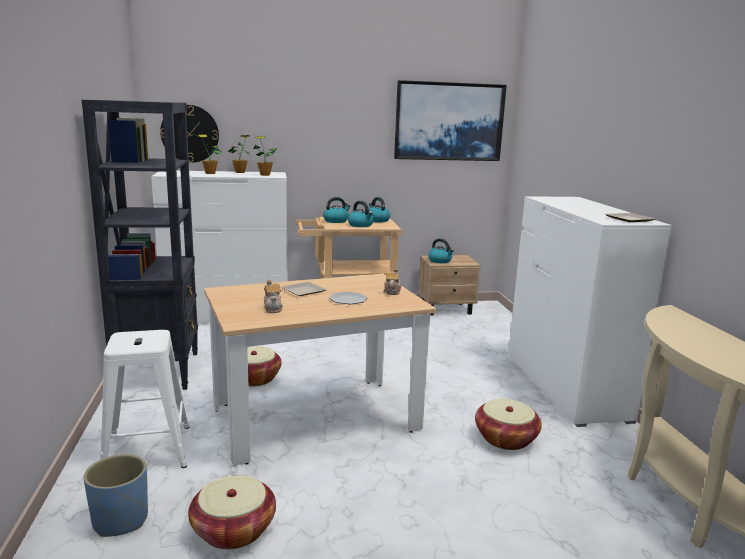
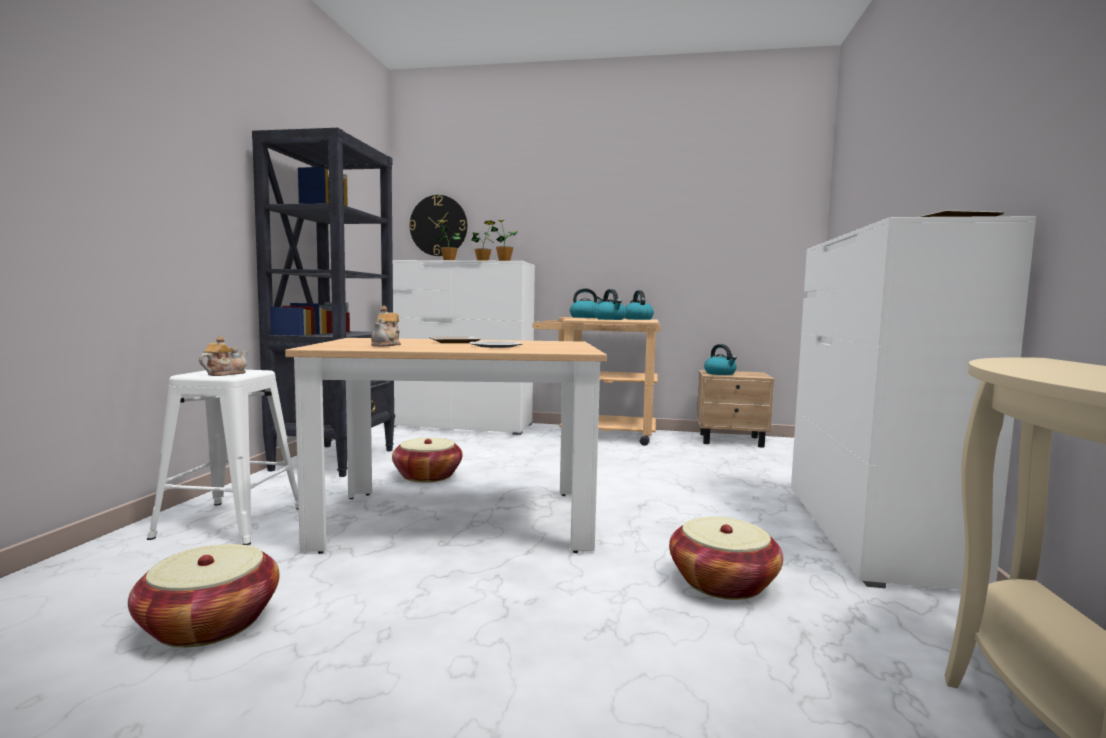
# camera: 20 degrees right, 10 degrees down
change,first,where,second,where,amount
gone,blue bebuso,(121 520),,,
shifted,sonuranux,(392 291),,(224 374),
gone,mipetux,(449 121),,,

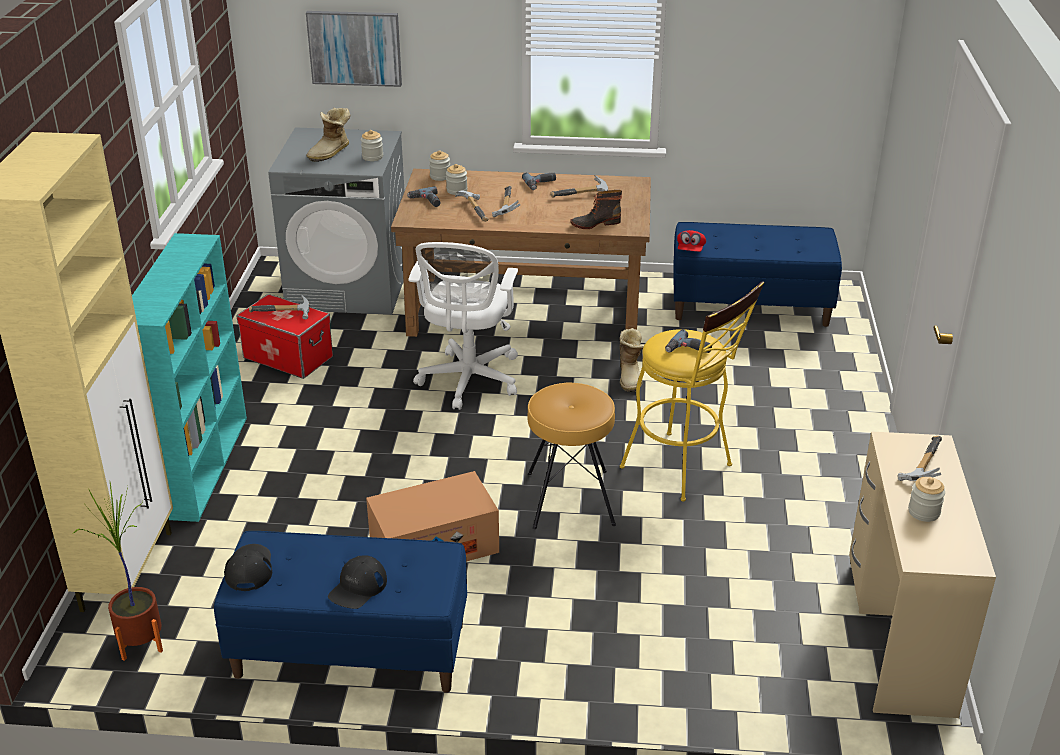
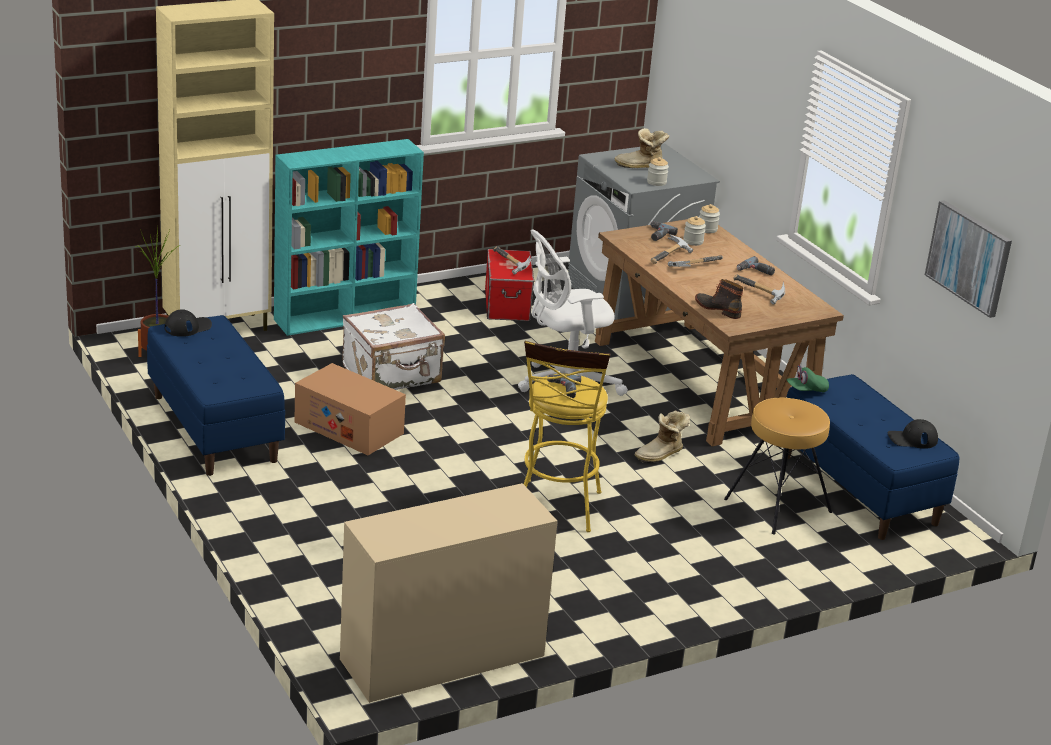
# camera: 55 degrees right, 5 degrees down
change,first,where,second,where,amount
shifted,mipetux,(355 48),,(969 257),
shifted,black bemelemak,(358 587),,(912 439),
shifted,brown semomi,(569 499),,(777 505),
repainted,red bemelemak,(690 250),green bemelemak,(806 390),
gone,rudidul,(921 466),,,
gone,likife,(923 512),,,
new,,,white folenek,(392 375),

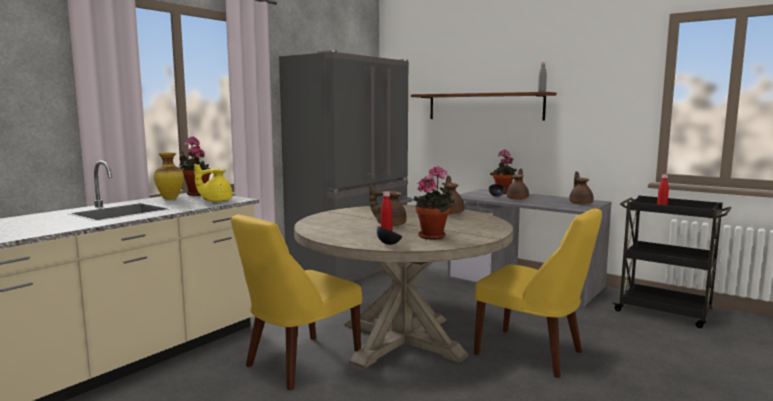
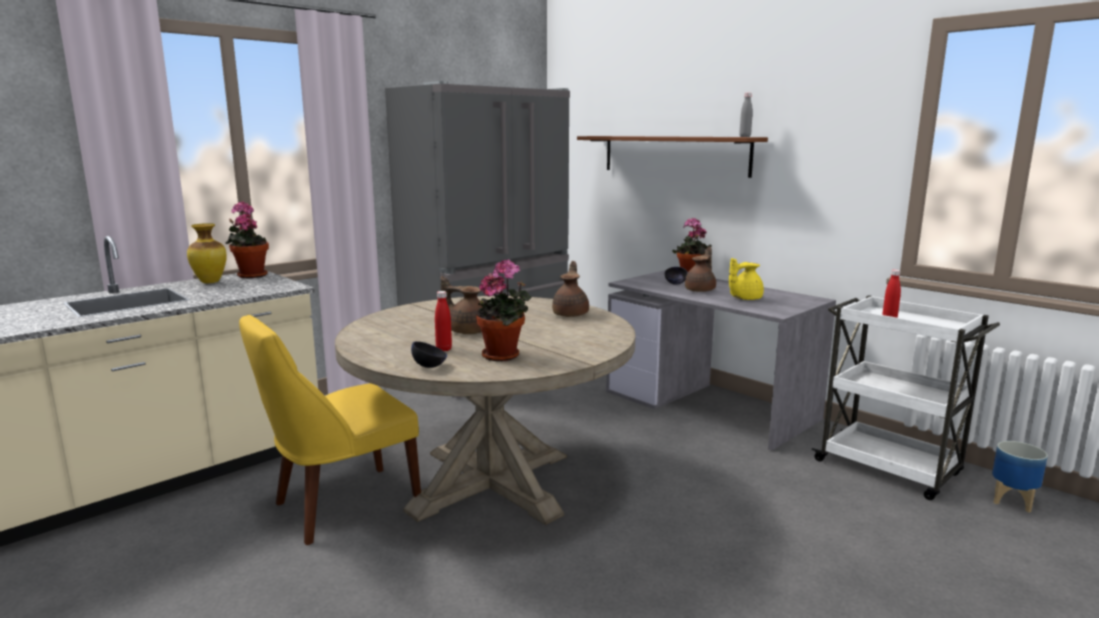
# camera: 10 degrees right, 5 degrees up
change,first,where,second,where,amount
shifted,yellow sonuranux,(215 201),,(744 298),
gone,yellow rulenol,(533 354),,,
gone,brown sonuranux,(580 203),,,
repainted,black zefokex,(665 312),white zefokex,(889 469),
new,,,bebuso,(1013 501),

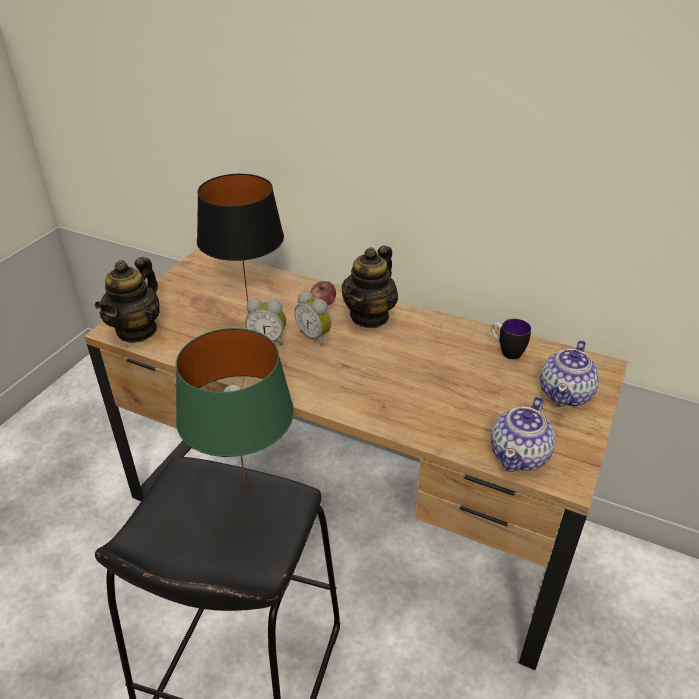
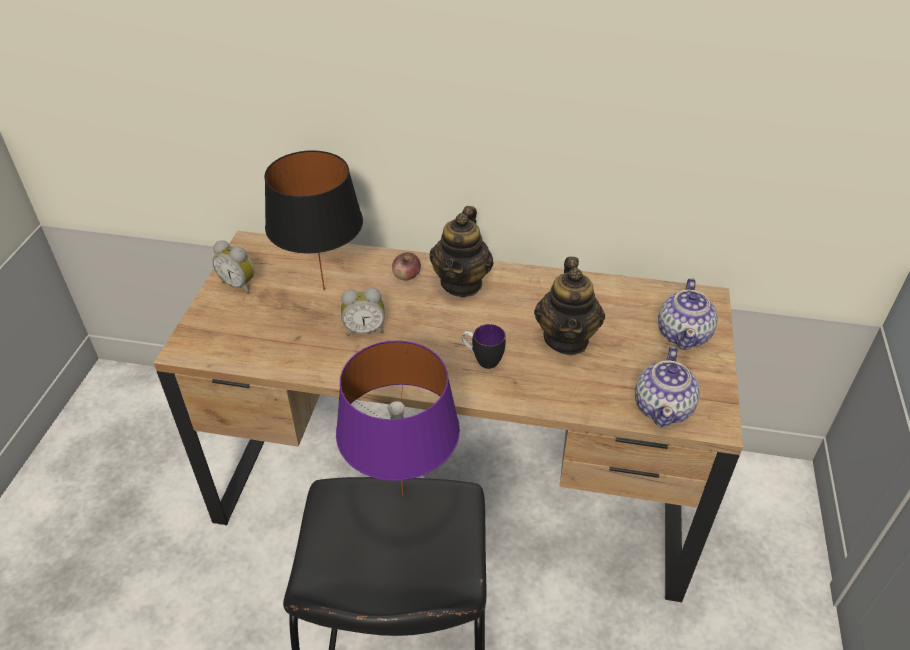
# camera: 15 degrees left, 5 degrees up
change,first,where,second,where,amount
shifted,sonuranux,(137 330),,(566 339),
repainted,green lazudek,(244 485),purple lazudek,(402 496),
shifted,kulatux,(315 336),,(239 284),
shifted,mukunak,(506 351),,(482 360),

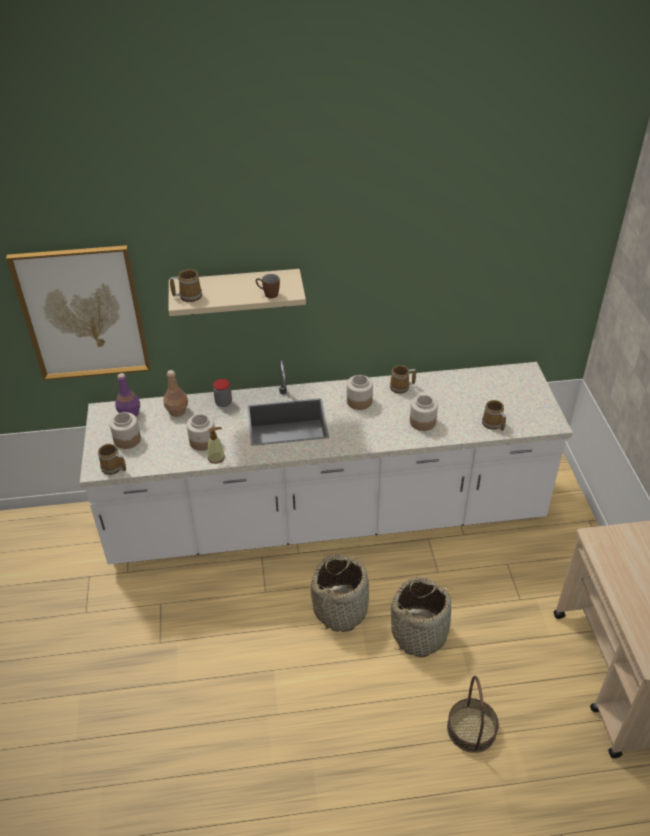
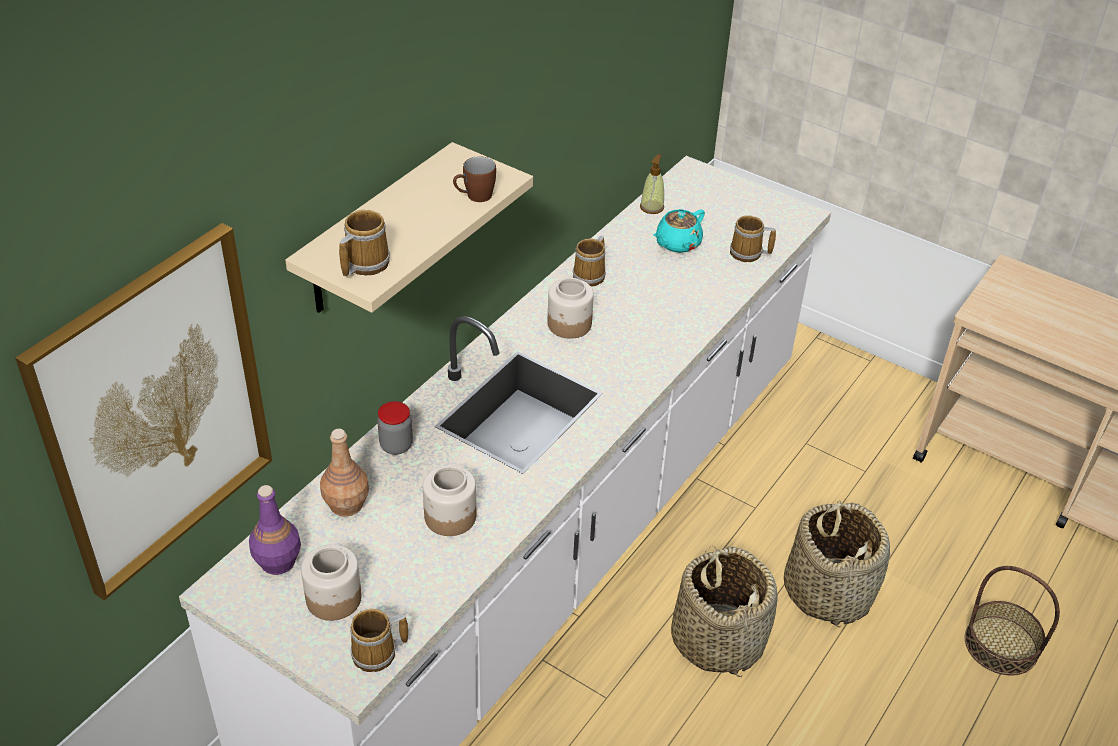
# camera: 50 degrees left, 0 degrees up
change,first,where,second,where,amount
shifted,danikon,(216 458),,(652 207),
gone,likife,(422 422),,,
new,,,turquoise sonuranux,(677 243),

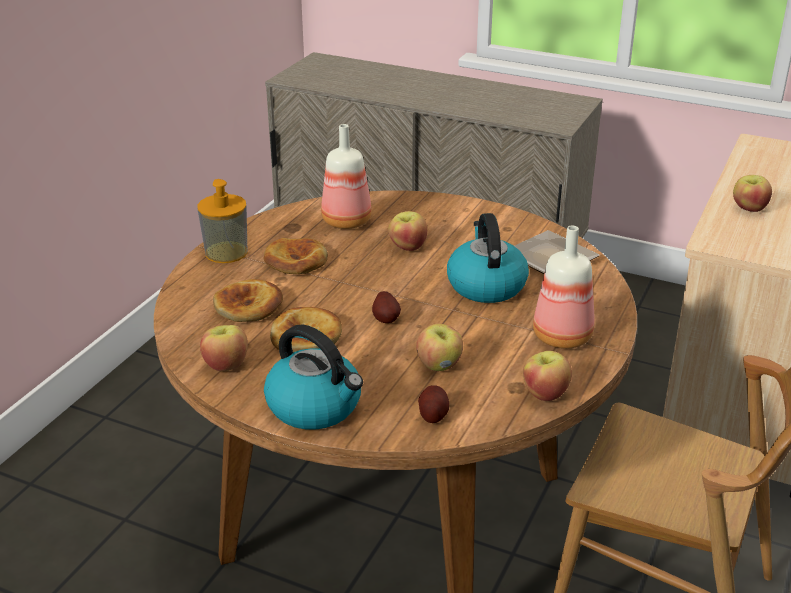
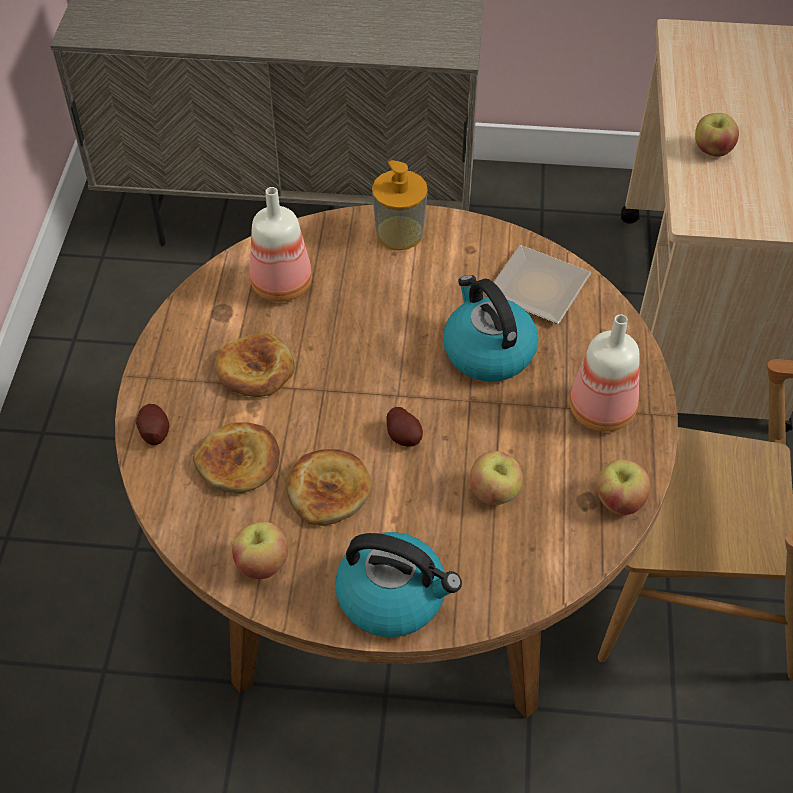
# camera: 20 degrees left, 20 degrees up
change,first,where,second,where,amount
shifted,danikon,(226 252),,(399 233),
gone,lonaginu,(407 247),,,
shifted,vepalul,(433 414),,(154 432),

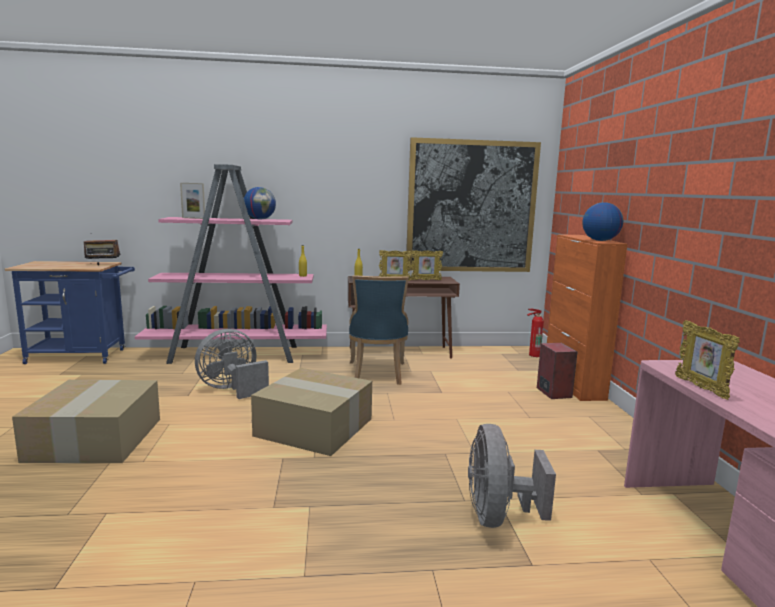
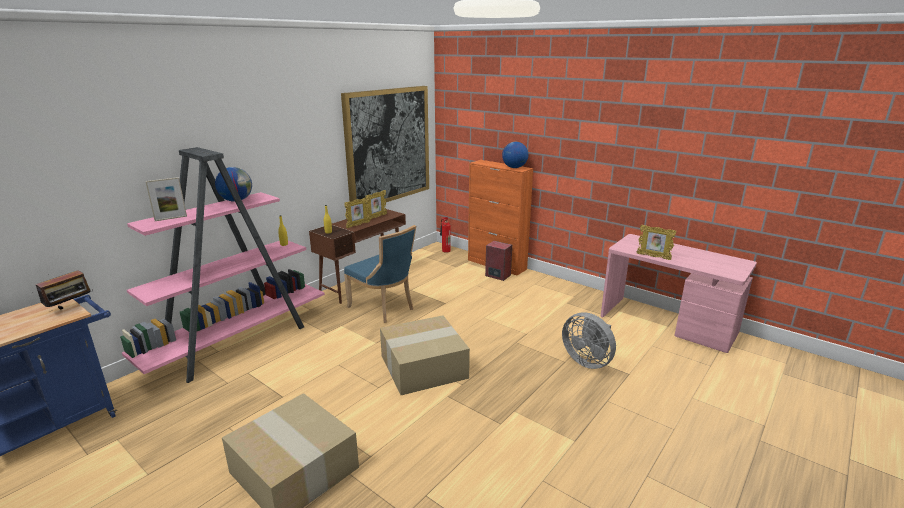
# camera: 45 degrees left, 10 degrees up
change,first,where,second,where,amount
gone,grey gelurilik,(232 389),,,

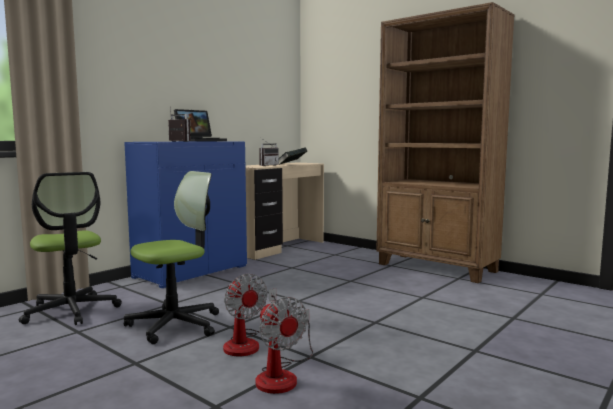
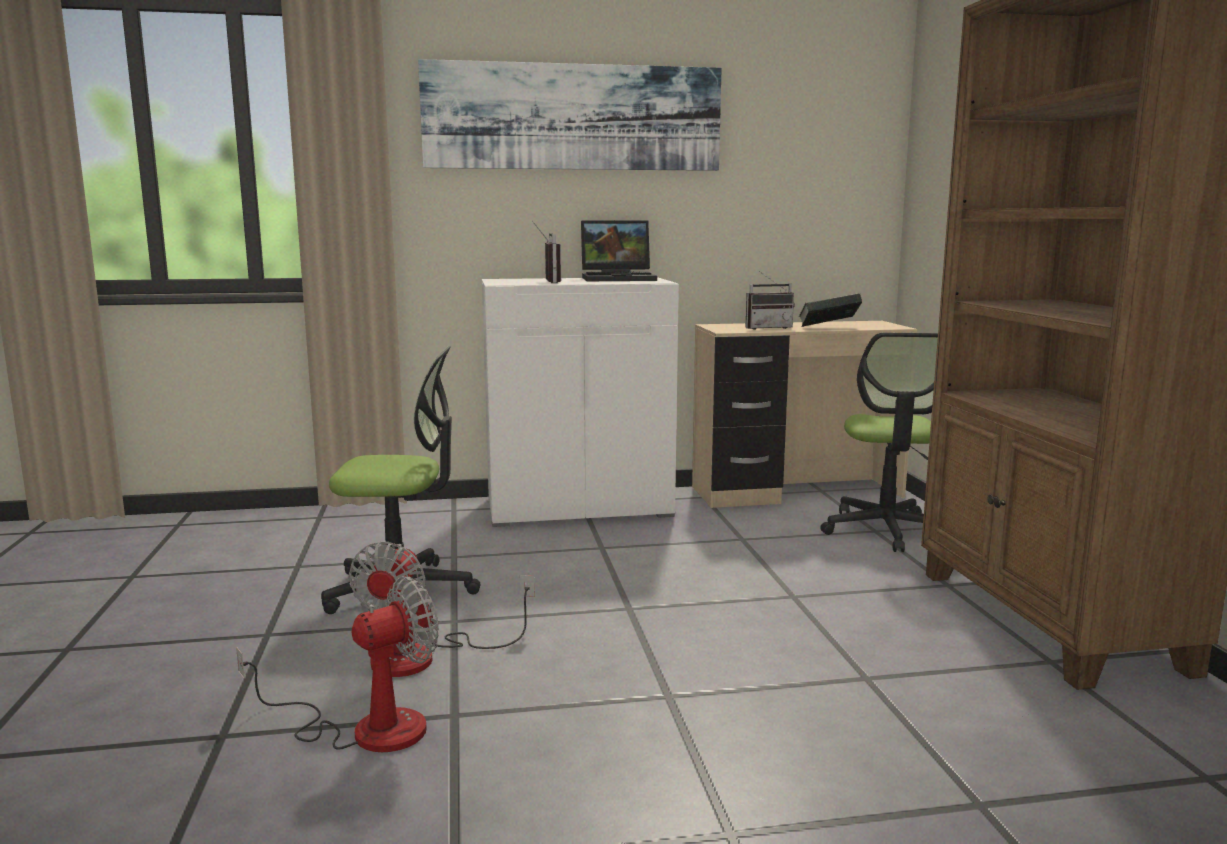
# camera: 40 degrees right, 5 degrees up
change,first,where,second,where,amount
shifted,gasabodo,(71 311),,(886 530),
repainted,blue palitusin,(191 271),white palitusin,(579 507),
rotated,gelurilik,(282 375),,(365 728),135 degrees counterclockwise
new,,,mipetux,(573 117),

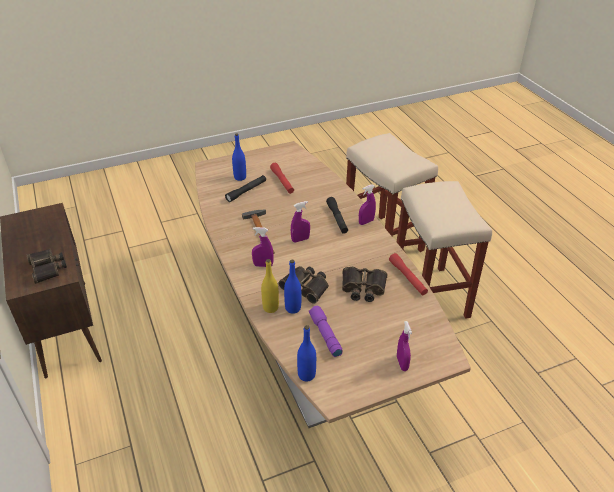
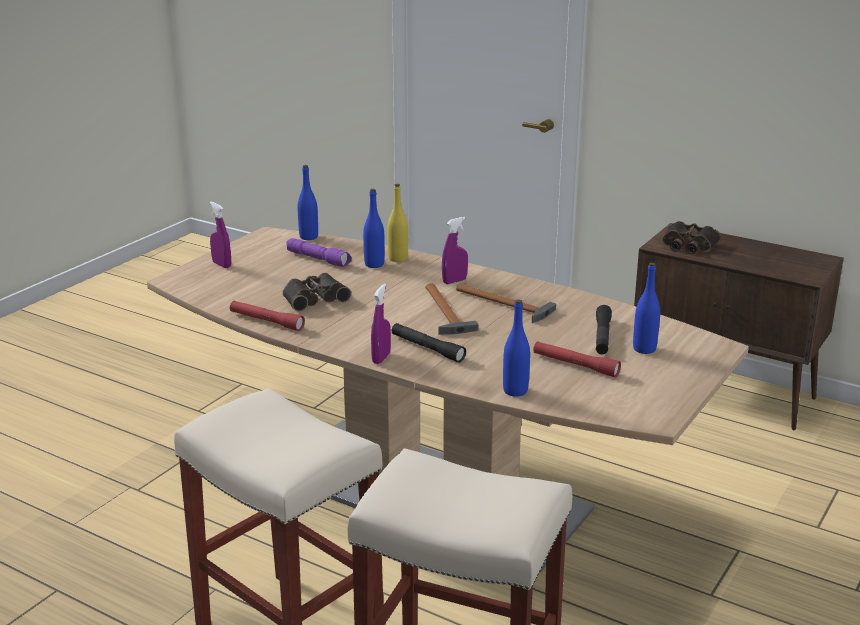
# camera: 145 degrees right, 15 degrees down
change,first,where,second,where,amount
gone,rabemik,(306 286),,,
swapped,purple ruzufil,(300 239),rudidul,(445 313),
new,,,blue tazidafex,(515 391),

